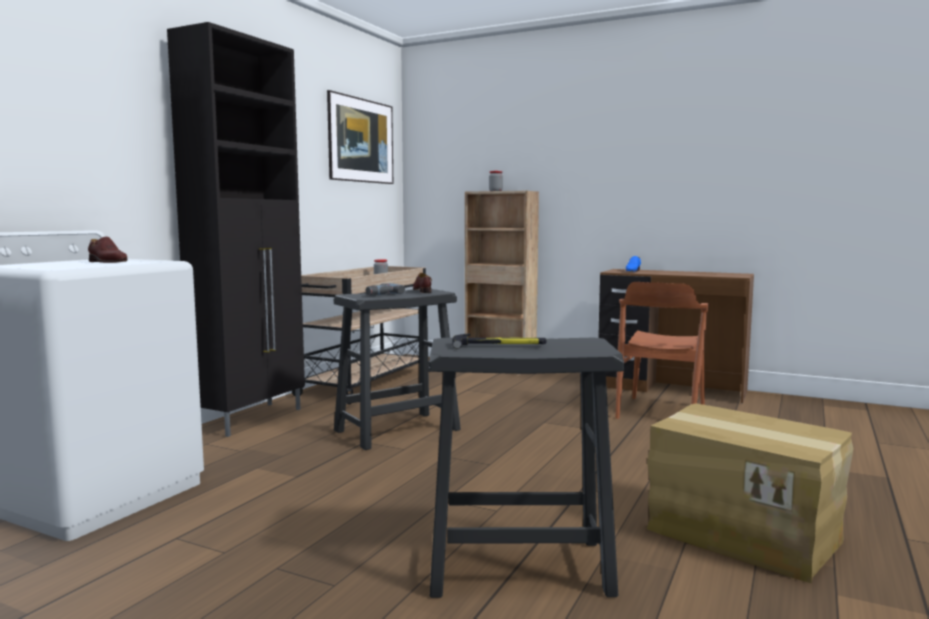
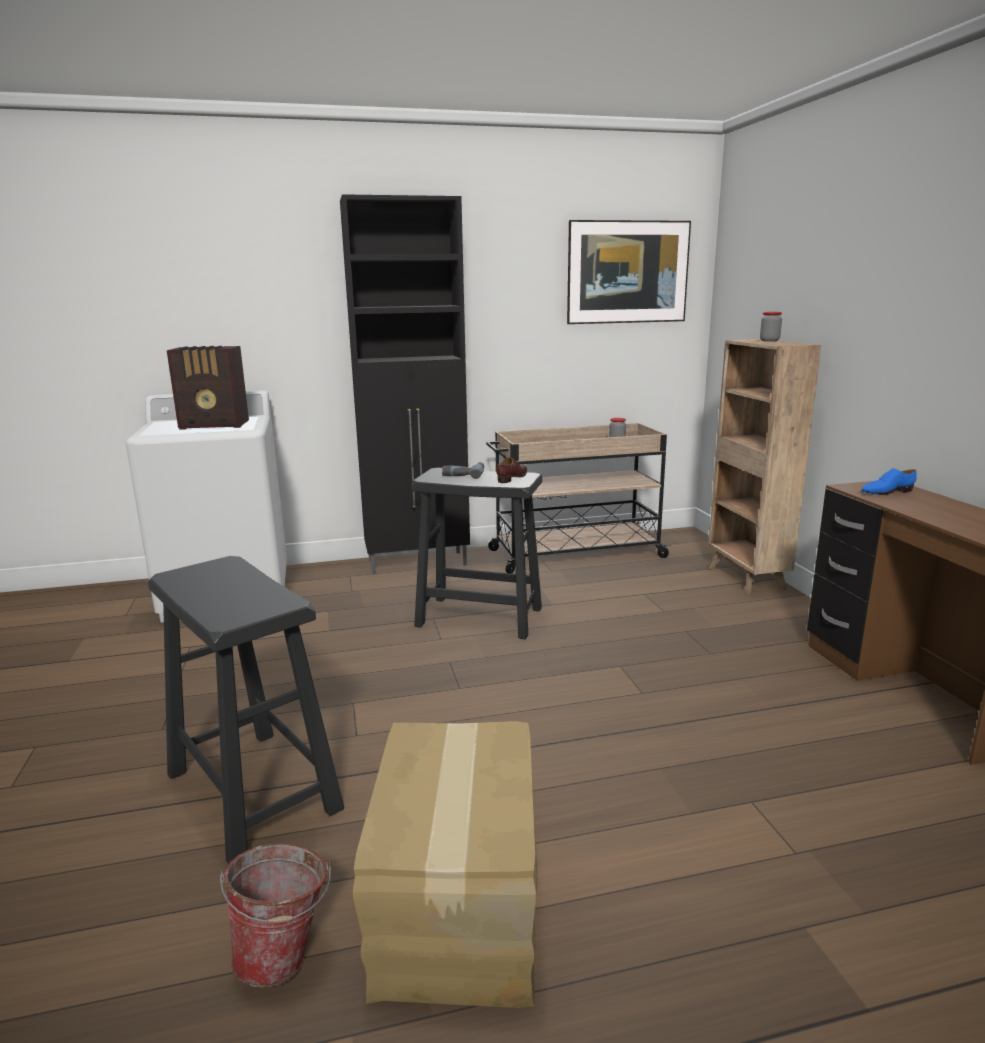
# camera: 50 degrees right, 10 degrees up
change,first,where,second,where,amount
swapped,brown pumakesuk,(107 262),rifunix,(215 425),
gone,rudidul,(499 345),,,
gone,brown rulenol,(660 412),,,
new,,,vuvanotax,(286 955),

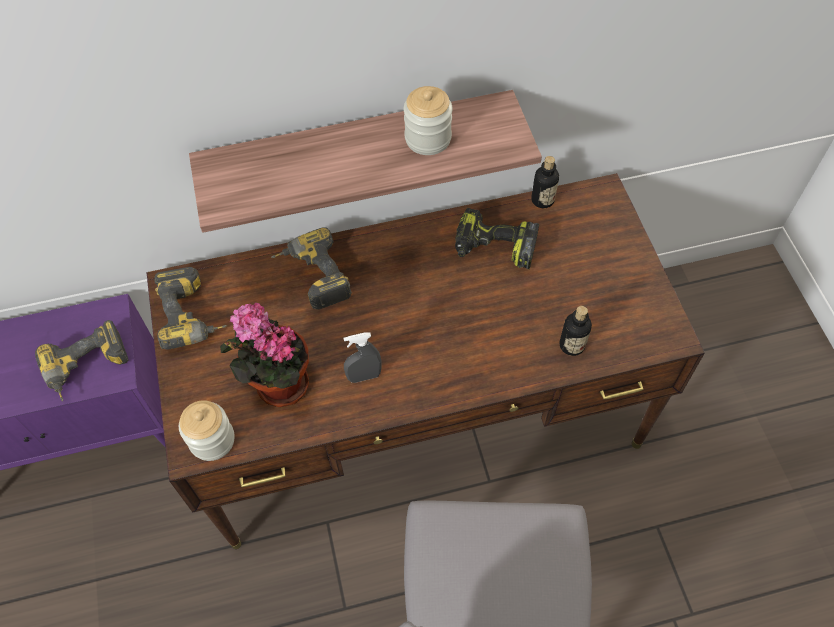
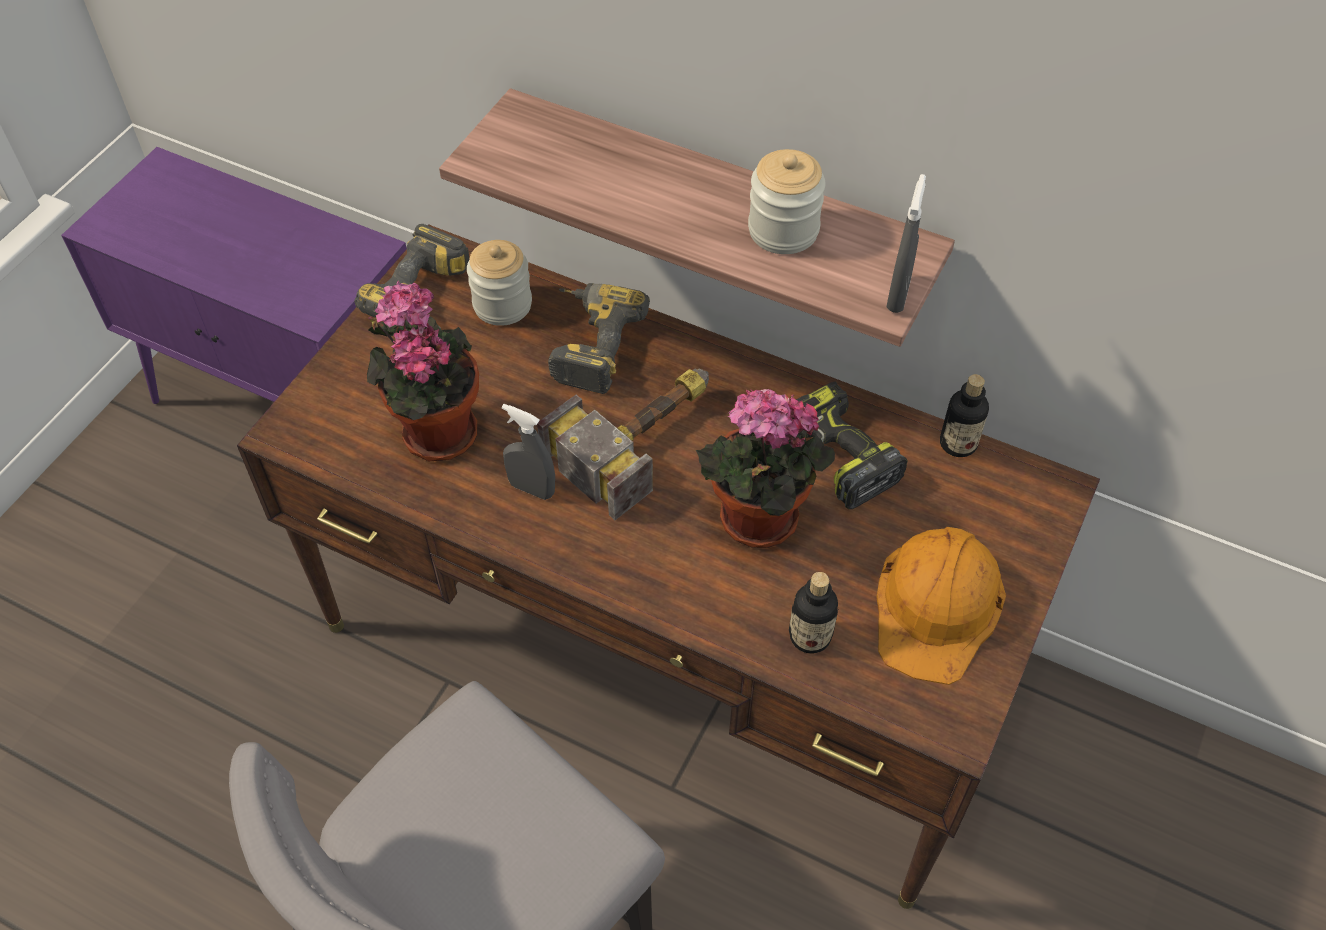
# camera: 40 degrees right, 5 degrees down
change,first,where,second,where,amount
gone,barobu,(88 370),,,
shifted,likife,(212 440),,(502 305),
new,,,rudidul,(643 437),
new,,,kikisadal,(755 523),
new,,,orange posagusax,(937 606),
new,,,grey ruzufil,(898 295),

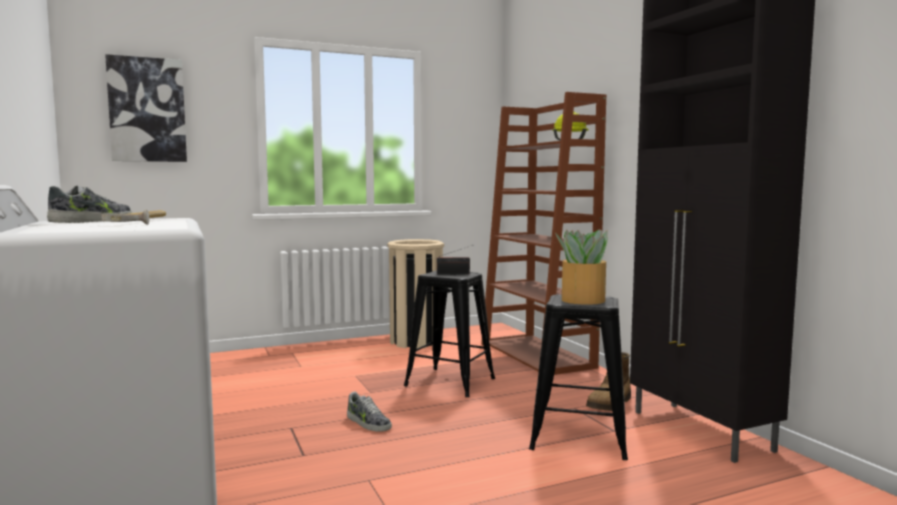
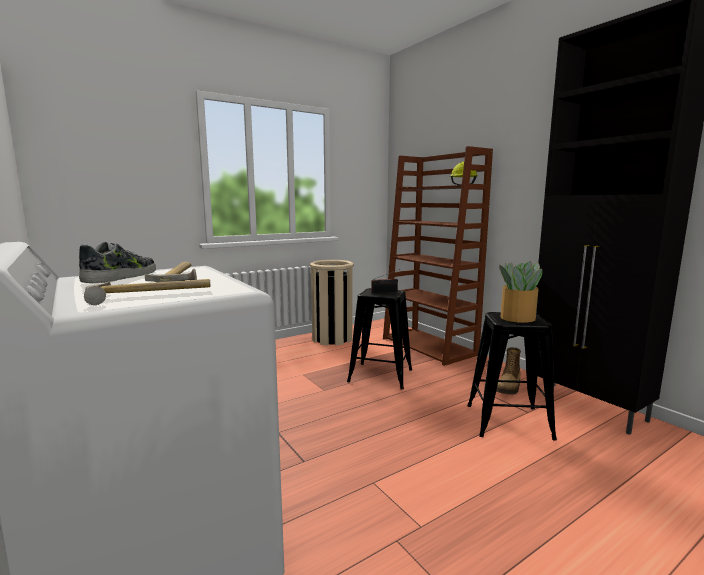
# camera: 10 degrees left, 5 degrees up
change,first,where,second,where,amount
gone,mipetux,(147 110),,,
gone,pumakesuk,(368 423),,,
new,,,rudidul,(151 295),

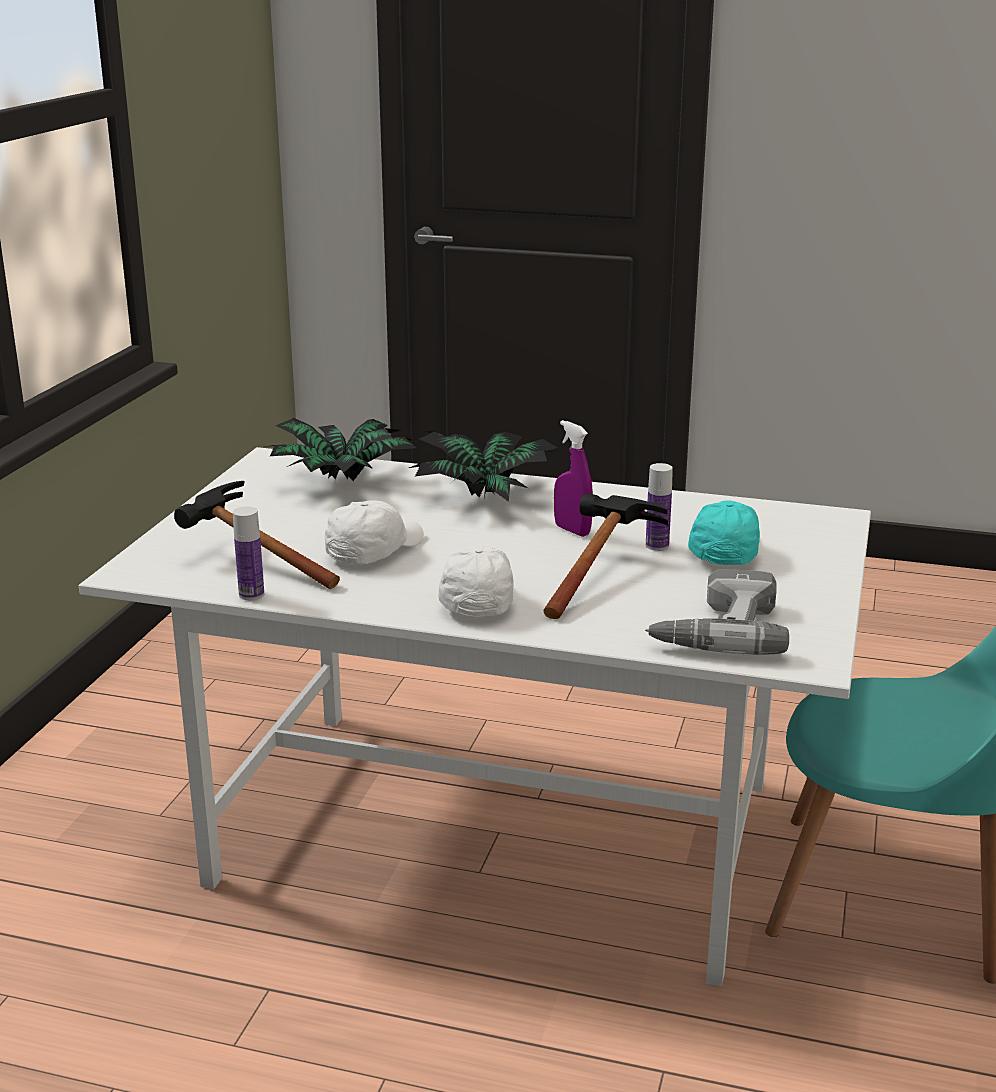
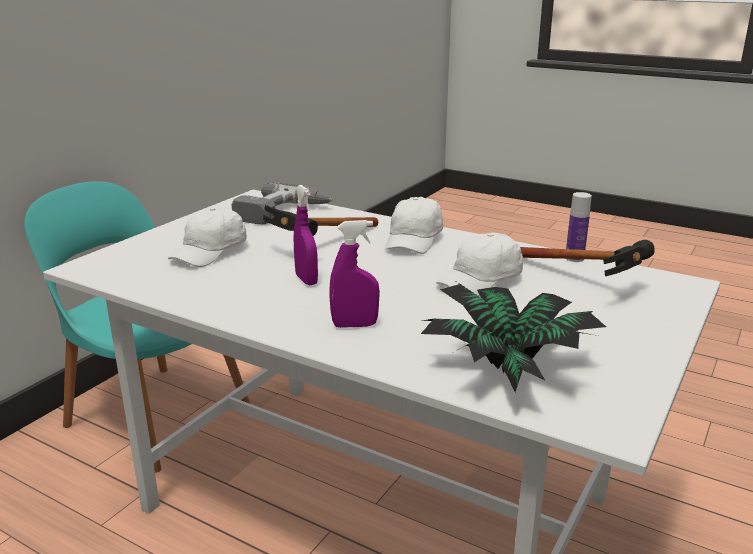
# camera: 165 degrees left, 0 degrees up
change,first,where,second,where,amount
swapped,kikisadal,(487 496),purple ruzufil,(354 325),
gone,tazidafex,(657 546),,,
repainted,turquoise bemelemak,(725 550),white bemelemak,(211 252),

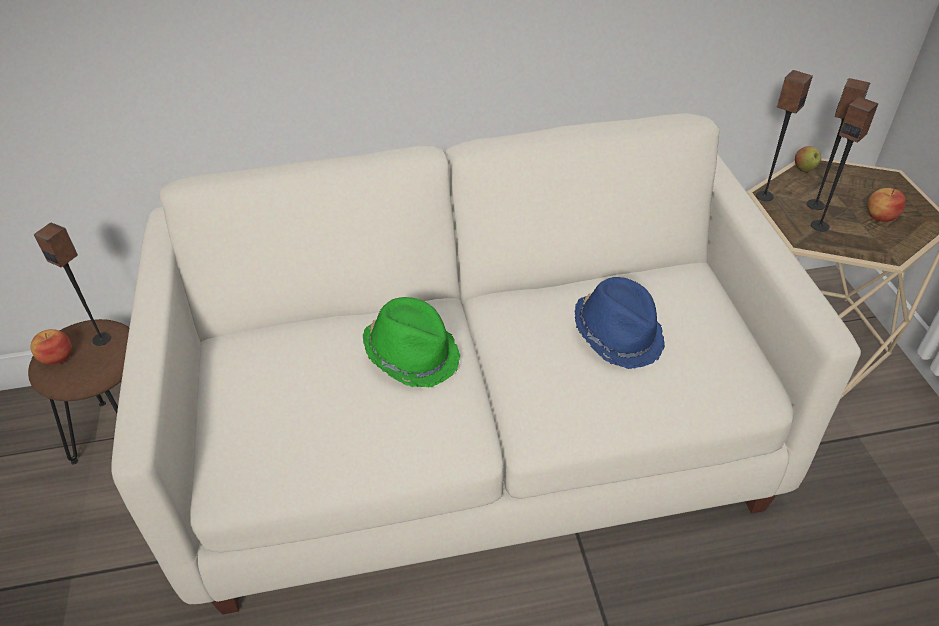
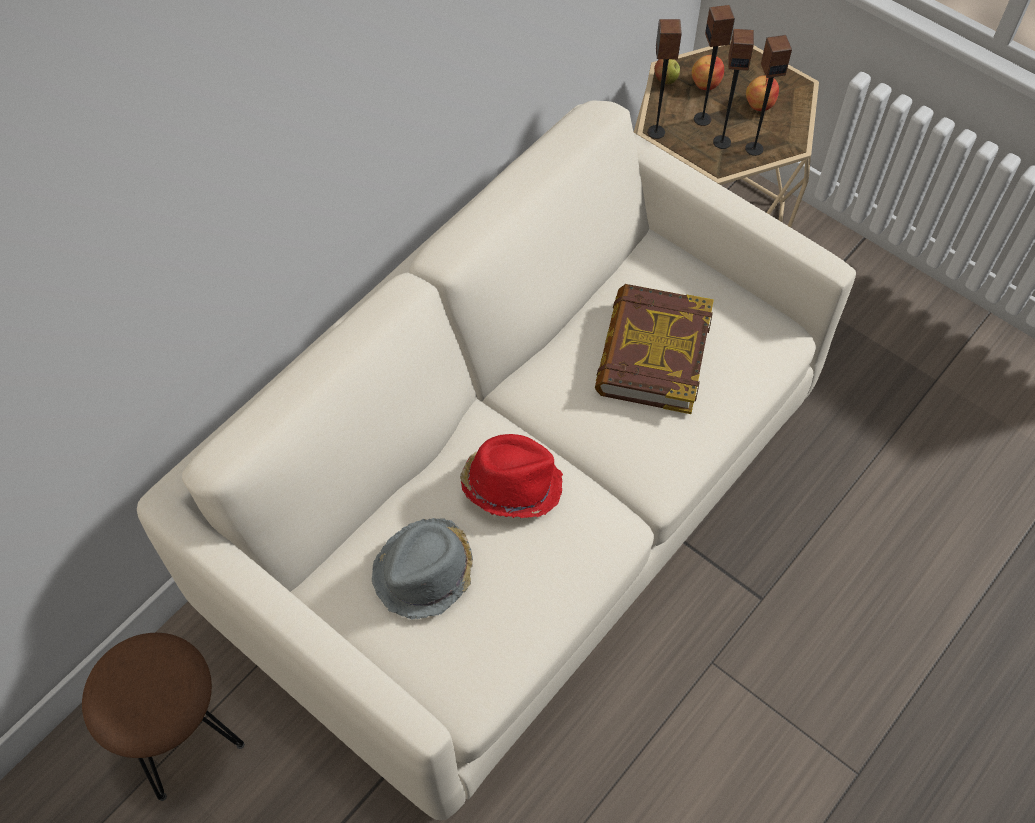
# camera: 40 degrees left, 15 degrees up
change,first,where,second,where,amount
shifted,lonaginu,(57 357),,(705 83),
shifted,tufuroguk,(102 339),,(754 148),
repainted,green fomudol,(413 355),red fomudol,(511 483),
swapped,blue fomudol,(618 335),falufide,(652 354),
new,,,grey fomudol,(425 573),

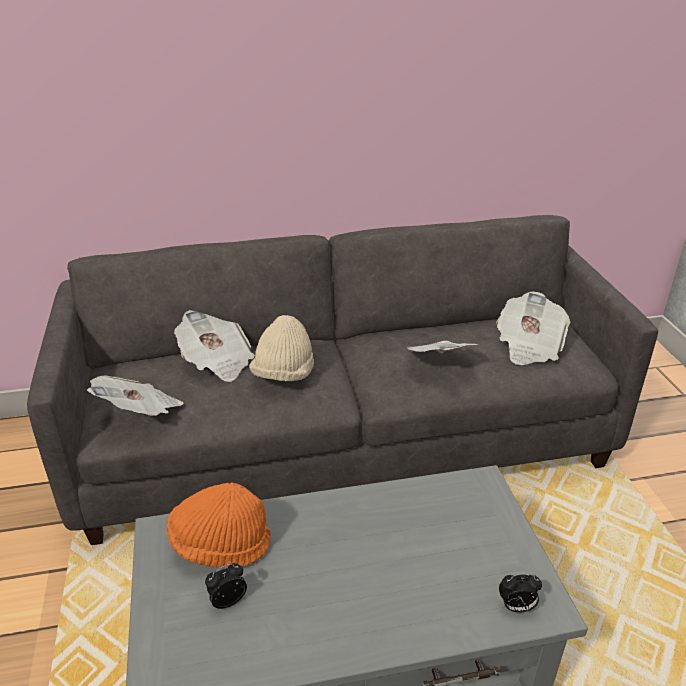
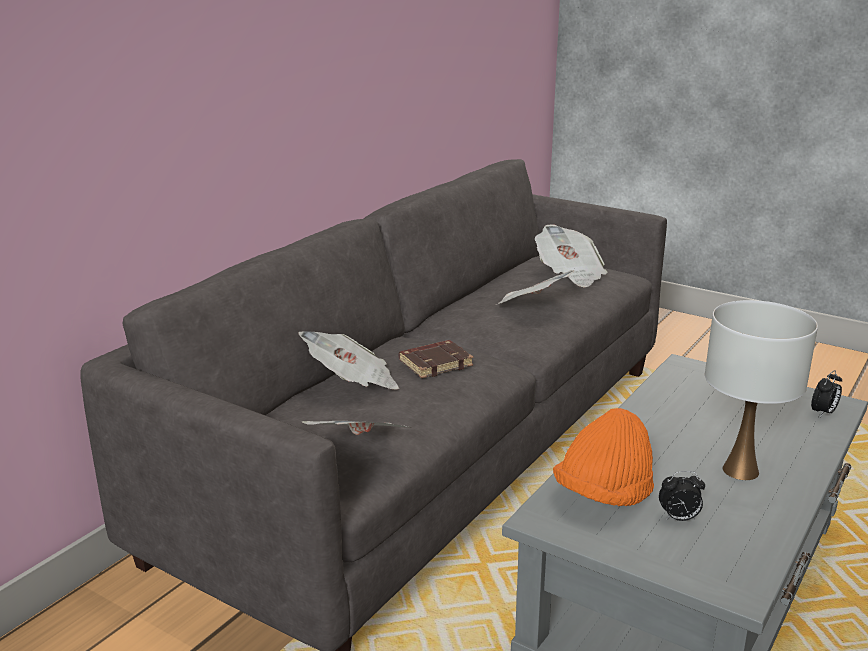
# camera: 45 degrees left, 10 degrees down
change,first,where,second,where,amount
rotated,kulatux,(228 600),,(679 518),105 degrees counterclockwise
swapped,beige fomudol,(284 374),brown falufide,(435 363),
new,,,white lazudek,(740 470),

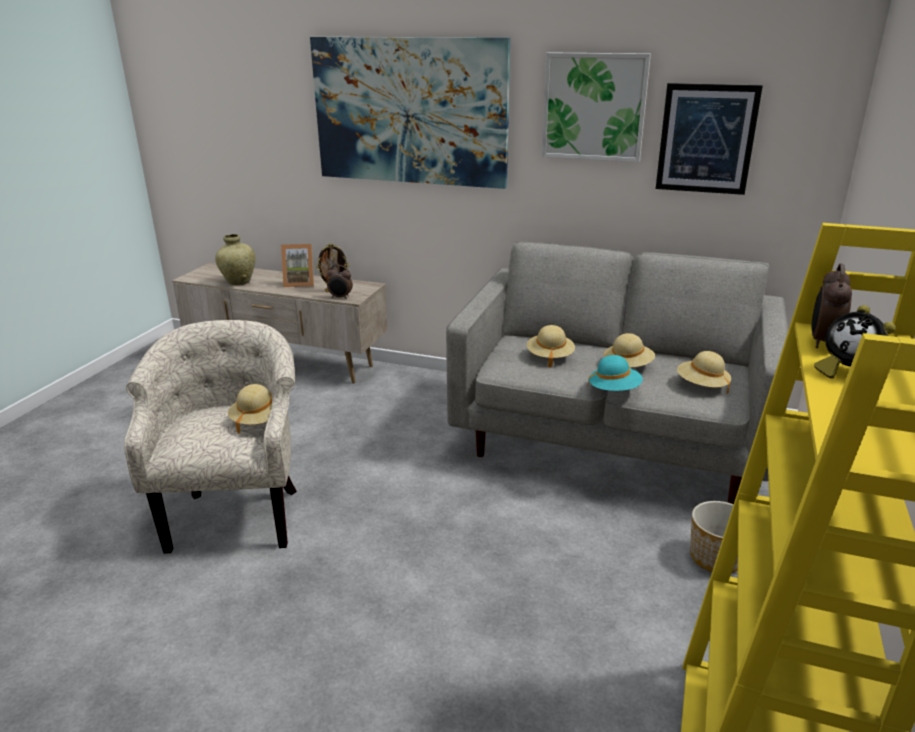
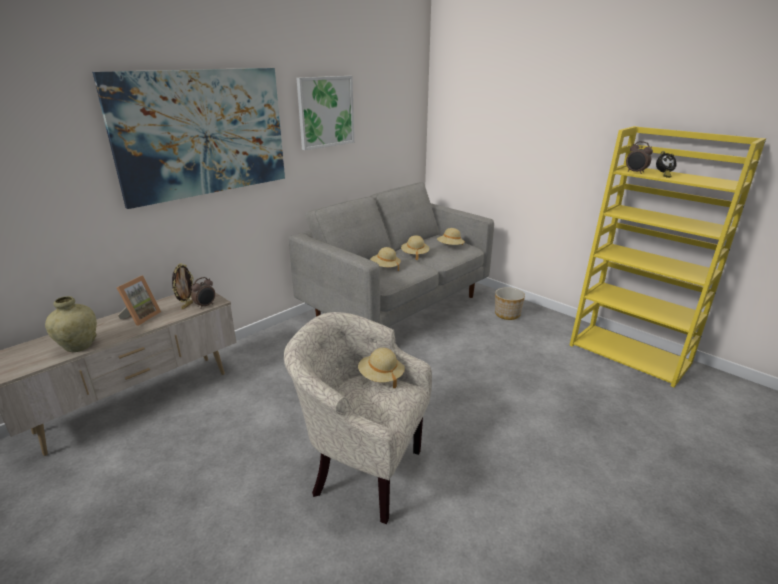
# camera: 65 degrees left, 0 degrees up
change,first,where,second,where,amount
gone,turquoise fomudol,(614 390),,,
gone,mipetux,(706 139),,,

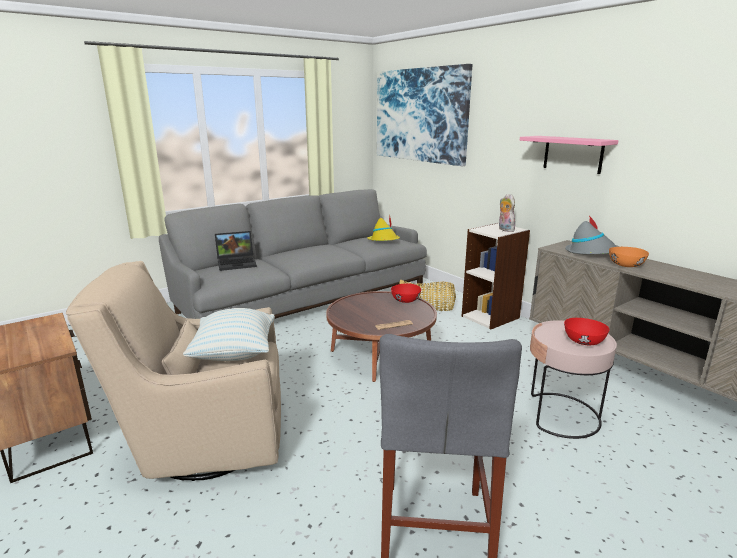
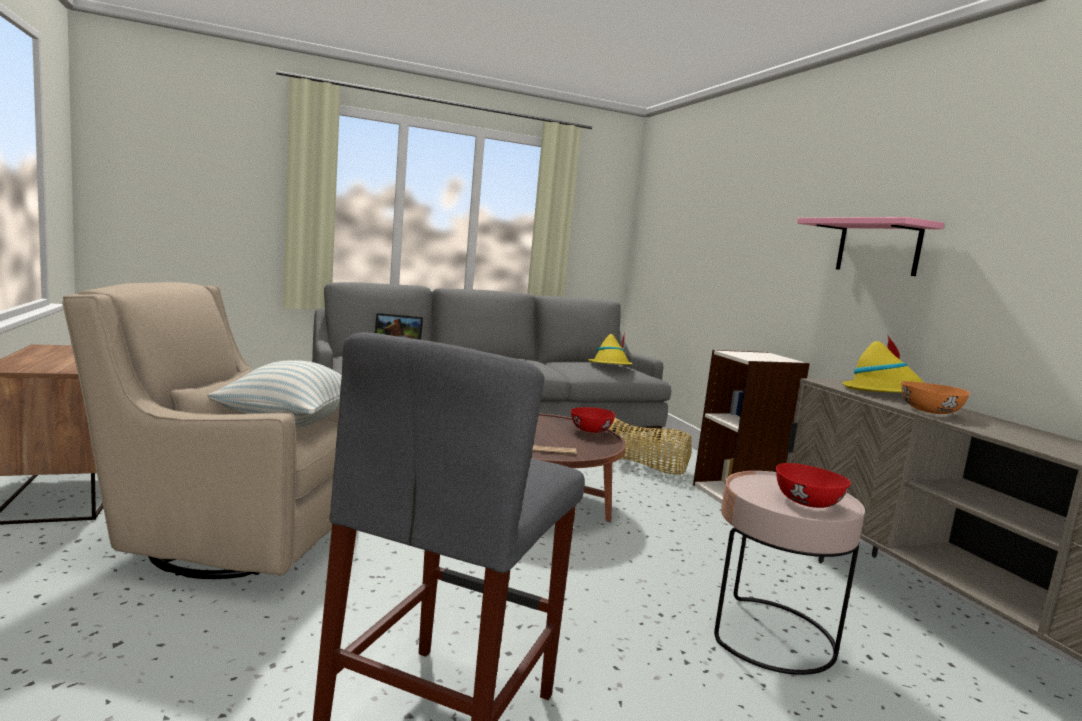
# camera: 15 degrees right, 10 degrees down
change,first,where,second,where,amount
gone,mipetux,(420 115),,,
gone,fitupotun,(504 229),,,
repainted,grey fomudol,(591 252),yellow fomudol,(885 393),

